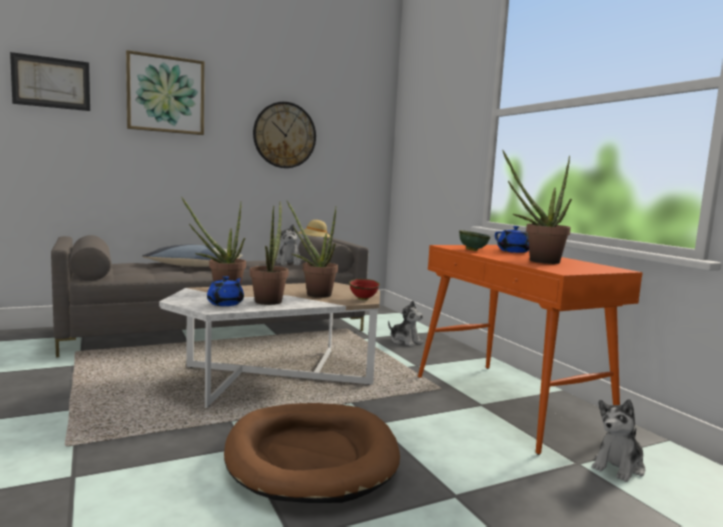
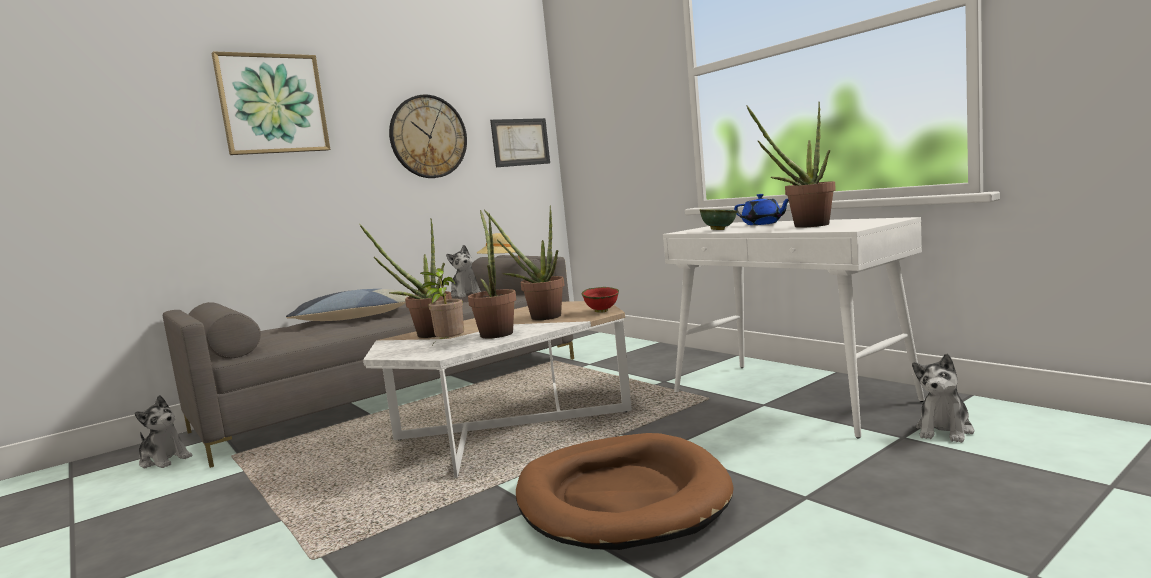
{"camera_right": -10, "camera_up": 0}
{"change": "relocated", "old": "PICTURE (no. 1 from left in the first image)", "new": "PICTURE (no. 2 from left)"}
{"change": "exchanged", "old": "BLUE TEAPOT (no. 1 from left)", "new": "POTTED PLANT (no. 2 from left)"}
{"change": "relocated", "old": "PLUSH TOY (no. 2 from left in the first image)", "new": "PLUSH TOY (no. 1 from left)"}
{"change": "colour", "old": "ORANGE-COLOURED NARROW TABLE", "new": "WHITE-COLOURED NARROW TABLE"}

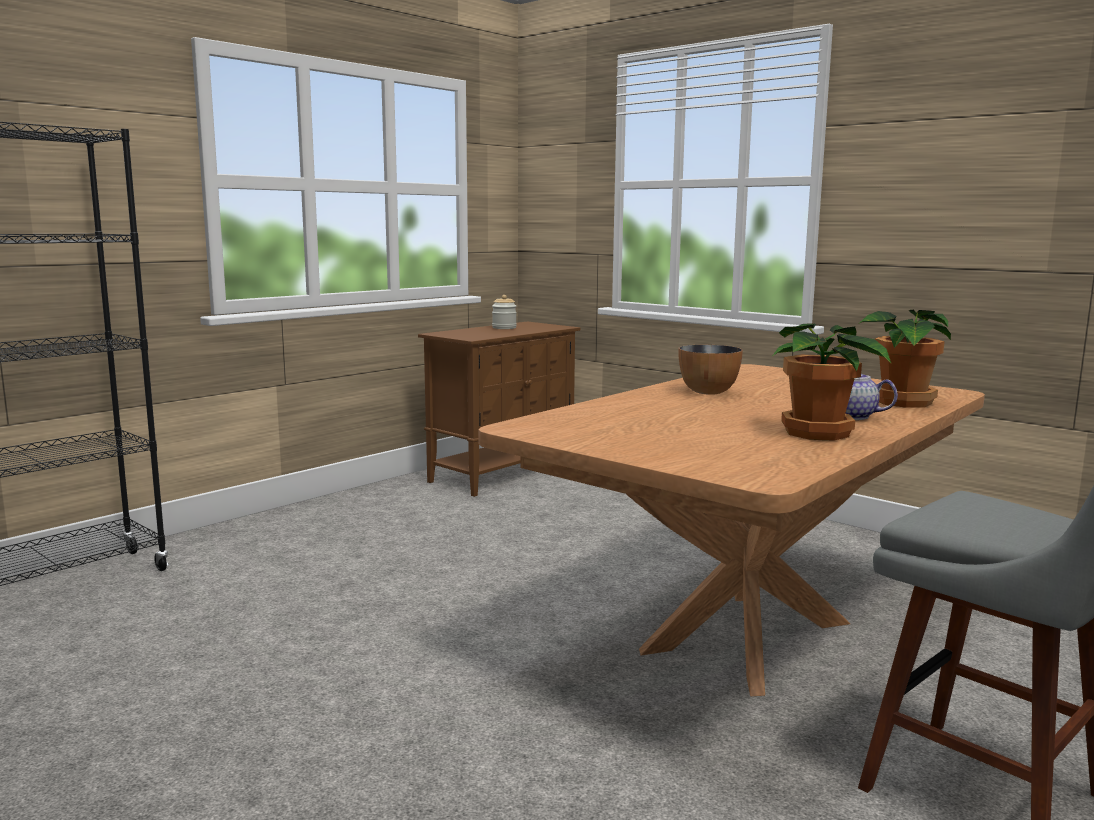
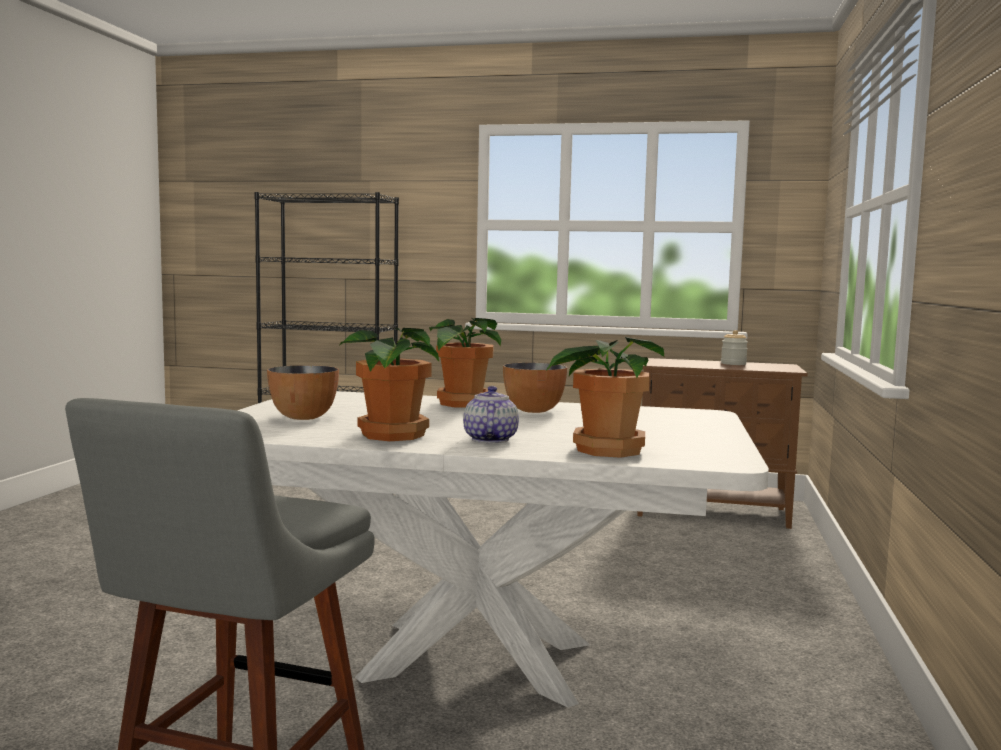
{"camera_right": 60, "camera_up": -5}
{"change": "colour", "old": "BROWNISH KITCHEN TABLE", "new": "WHITE-COLOURED KITCHEN TABLE"}
{"change": "appeared", "new": "DEEP DISH (no. 1 from left)"}
{"change": "appeared", "new": "POTTED PLANT (no. 2 from left)"}

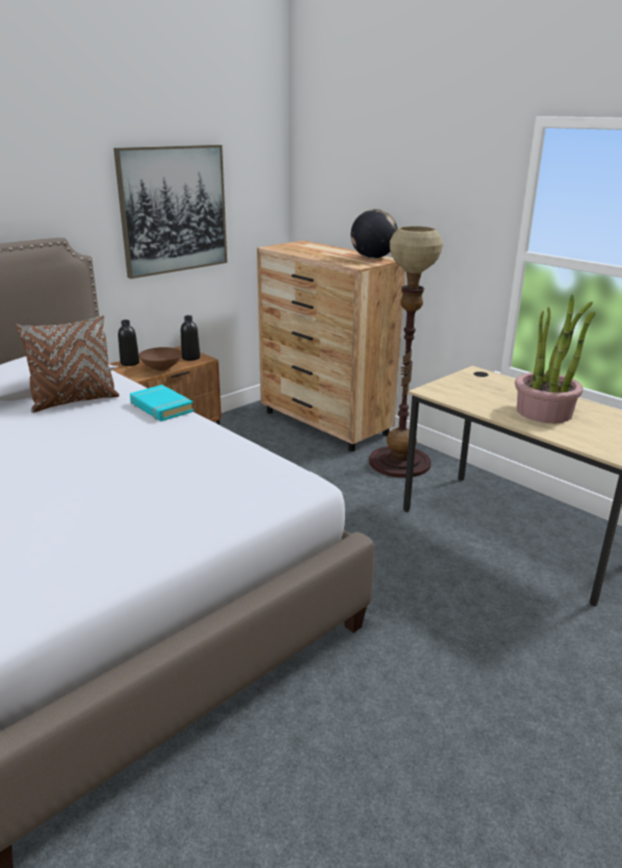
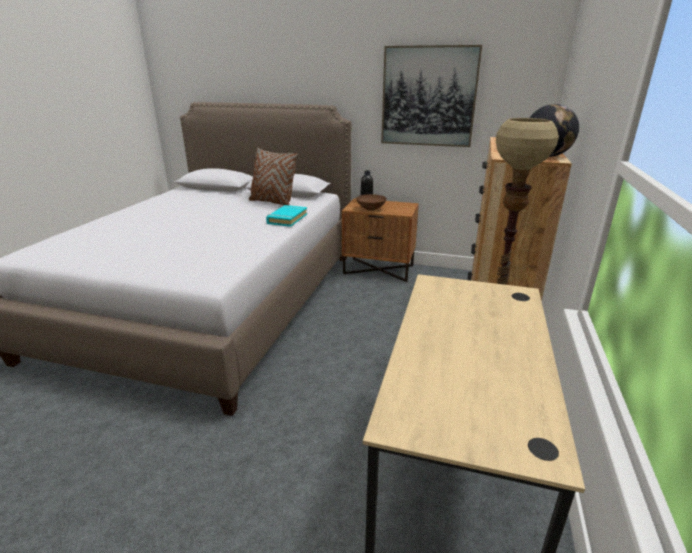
{"camera_right": 60, "camera_up": 0}
{"change": "missing", "old": "BLACK-COLOURED BEVERAGE BOTTLE (no. 2 from left)"}
{"change": "missing", "old": "POTTED PLANT"}

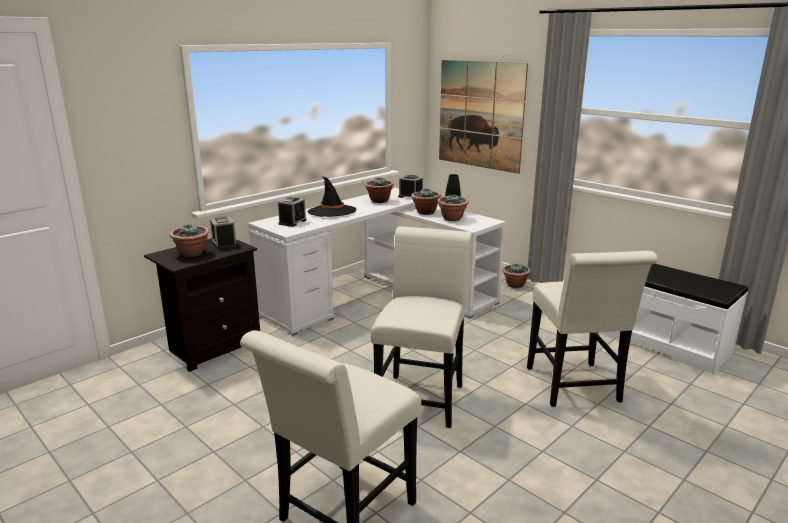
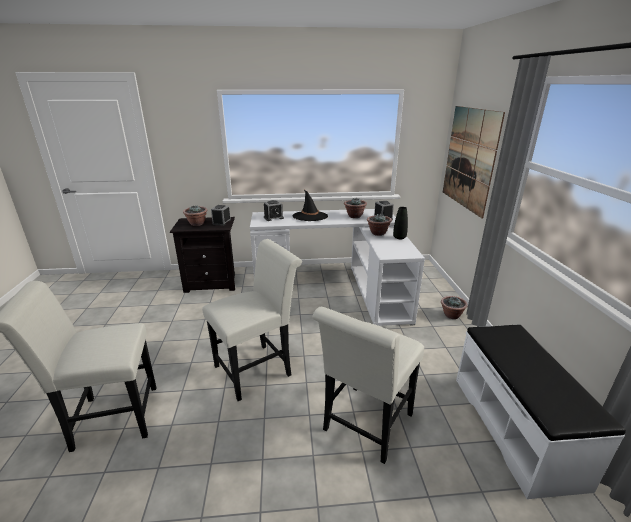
{"camera_right": 40, "camera_up": 5}
{"change": "missing", "old": "POTTED PLANT (no. 4 from left)"}

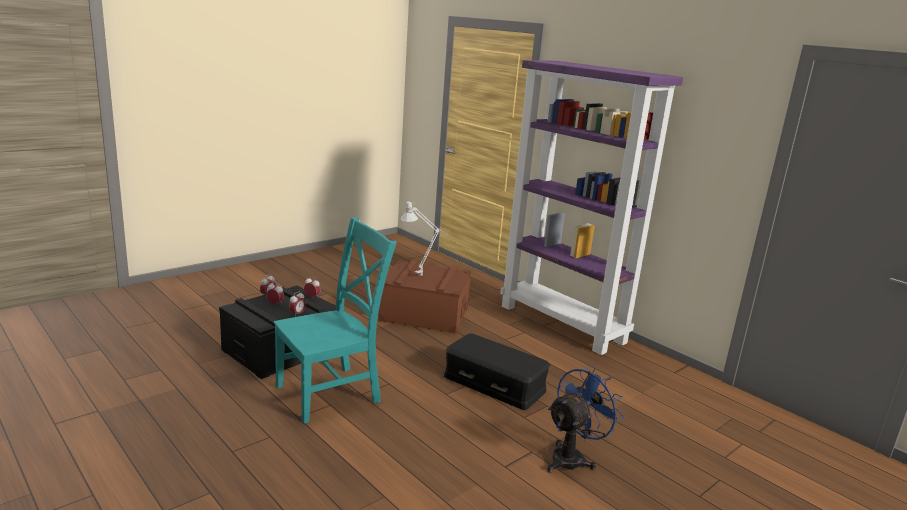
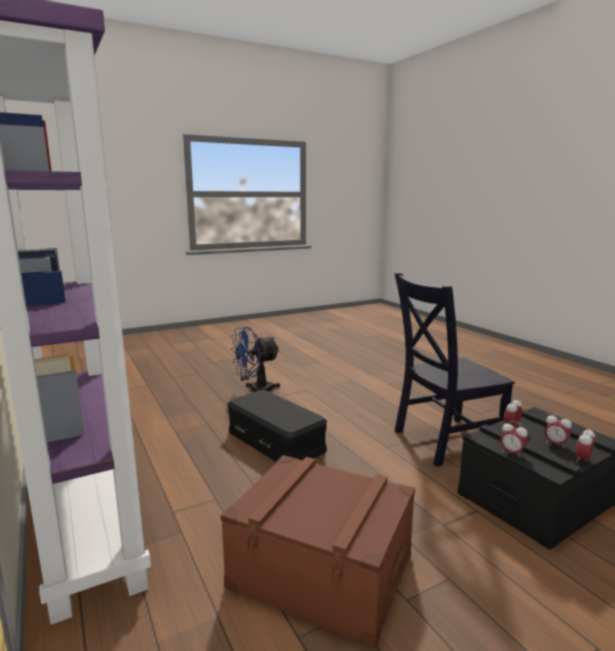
{"camera_right": -165, "camera_up": -5}
{"change": "colour", "old": "TURQUOISE PLAIN CHAIR", "new": "BLACK-COLOURED PLAIN CHAIR"}
{"change": "missing", "old": "GRAY LAMP FOR A TABLE"}

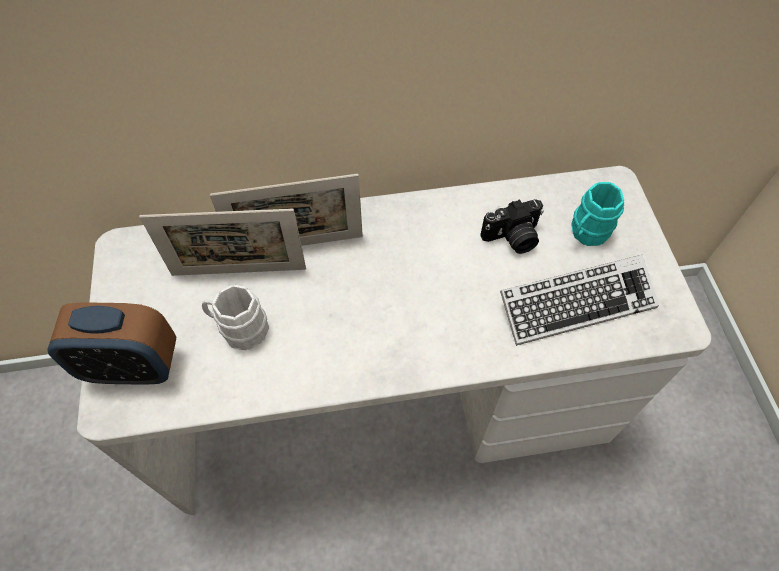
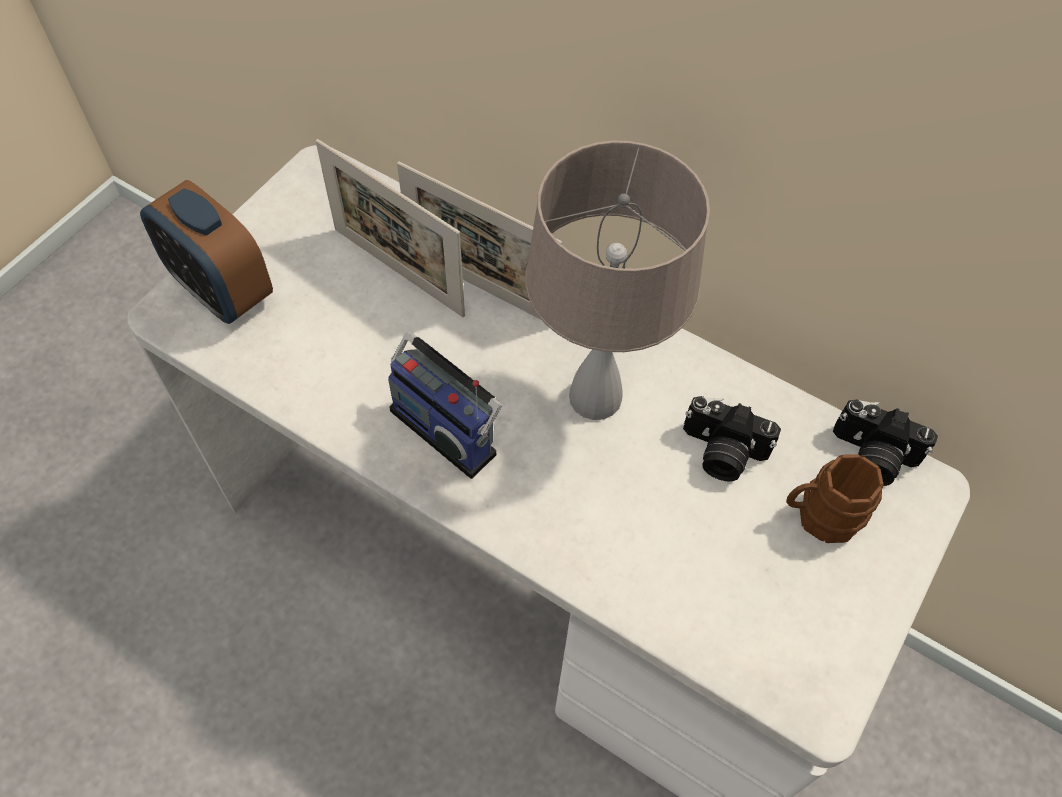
{"camera_right": 40, "camera_up": 0}
{"change": "missing", "old": "WHITE-COLOURED MUG"}
{"change": "missing", "old": "KEYBOARD"}
{"change": "colour", "old": "TURQUOISE MUG", "new": "BROWNISH MUG"}
{"change": "appeared", "new": "RADIO SET"}
{"change": "appeared", "new": "BEIGE-COLOURED LAMP FOR A TABLE"}
{"change": "appeared", "new": "STILL CAMERA (no. 2 from left)"}

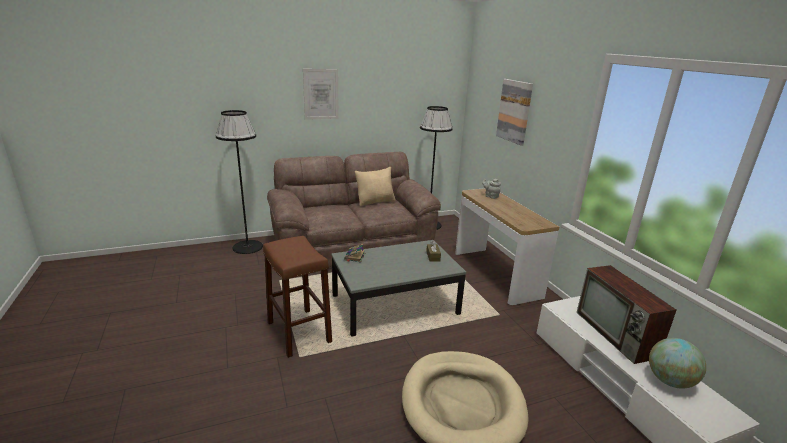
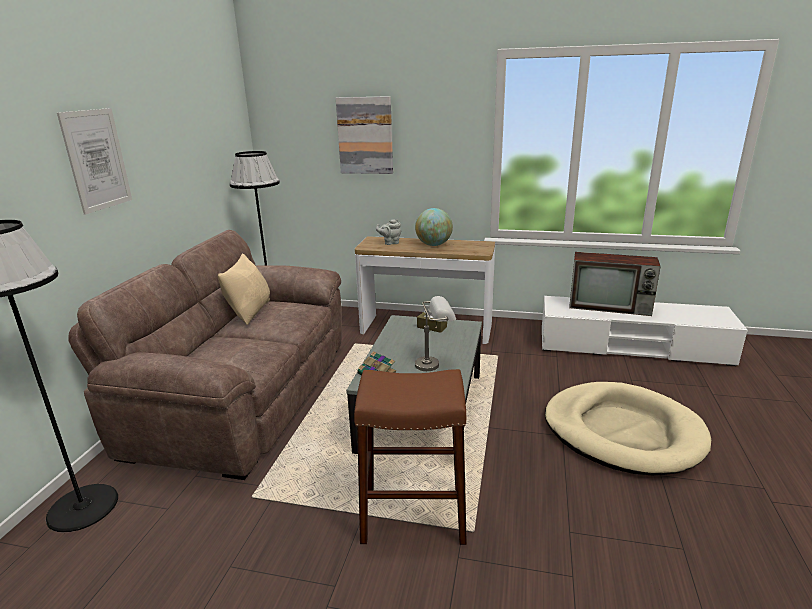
{"camera_right": -55, "camera_up": 0}
{"change": "relocated", "old": "WORLD GLOBE"}
{"change": "appeared", "new": "GRAY LAMP FOR A TABLE"}

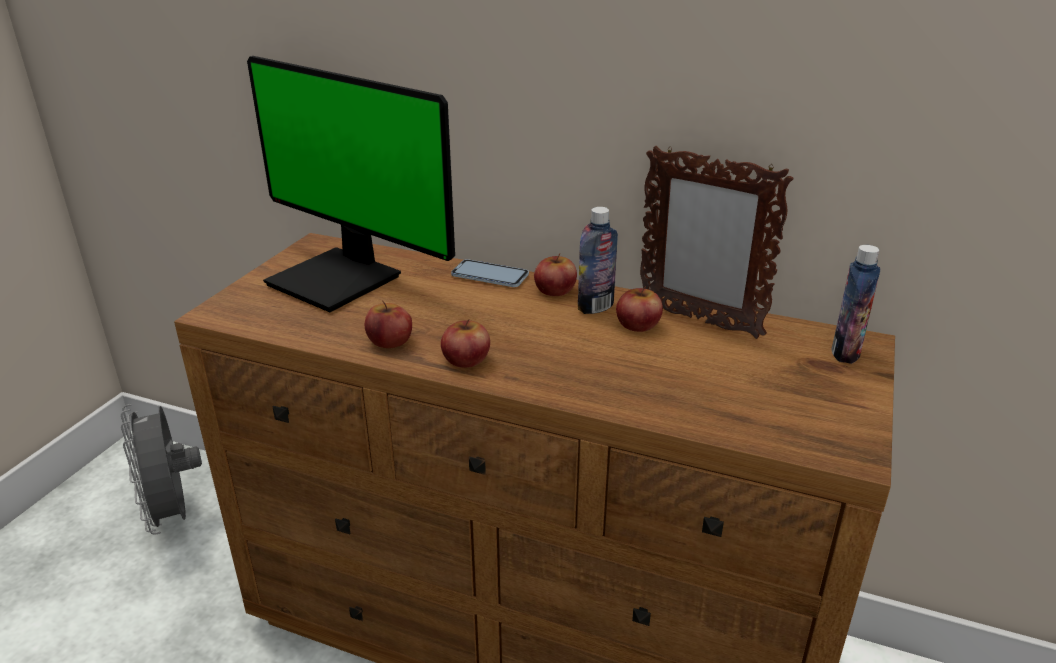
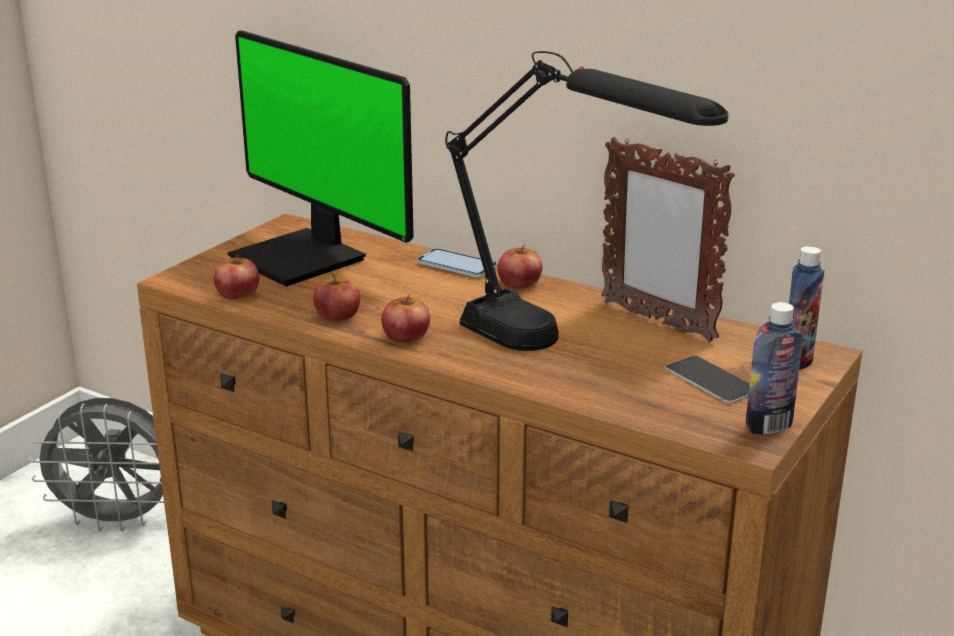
{"camera_right": 10, "camera_up": -5}
{"change": "spun", "old": "GRAY FAN", "degrees": -75}
{"change": "relocated", "old": "BEVERAGE BOTTLE (no. 1 from left)"}
{"change": "relocated", "old": "WHOLE APPLE (no. 4 from left in the first image)", "new": "WHOLE APPLE (no. 1 from left)"}
{"change": "appeared", "new": "BLACK-COLOURED LAMP FOR A TABLE"}
{"change": "appeared", "new": "HANDSET (no. 2 from left)"}

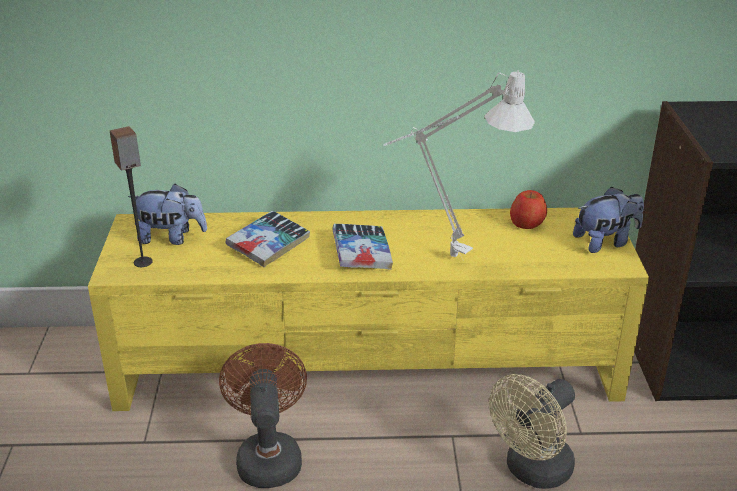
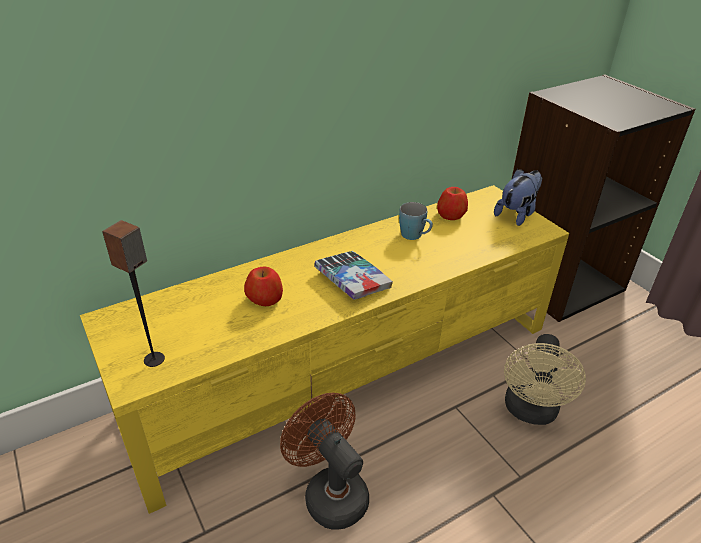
{"camera_right": -30, "camera_up": 5}
{"change": "missing", "old": "PLUSH TOY (no. 1 from left)"}
{"change": "exchanged", "old": "BOUND BOOK (no. 1 from left)", "new": "WHOLE APPLE (no. 1 from left)"}
{"change": "missing", "old": "WHITE-COLOURED LAMP FOR A TABLE"}
{"change": "appeared", "new": "BLUE MUG"}

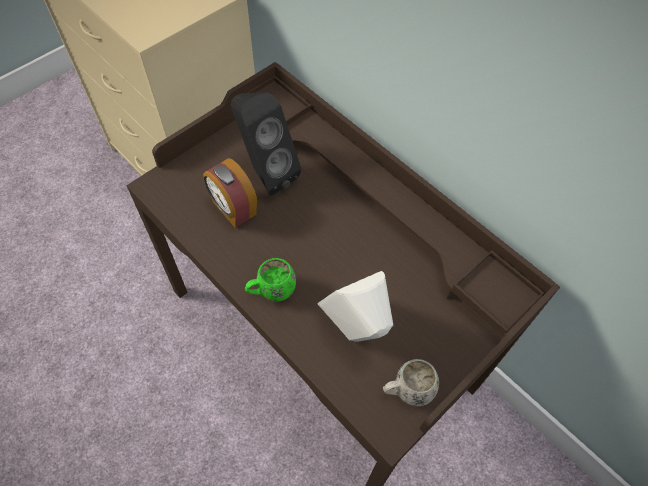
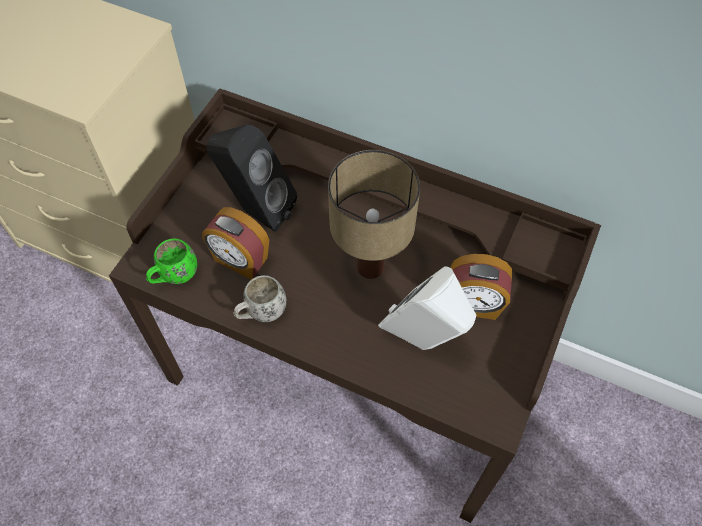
{"camera_right": -20, "camera_up": 0}
{"change": "relocated", "old": "GREENISH MUG"}
{"change": "relocated", "old": "WHITE-COLOURED MUG"}
{"change": "appeared", "new": "LAMP FOR A TABLE"}
{"change": "appeared", "new": "ALARM CLOCK (no. 2 from left)"}

